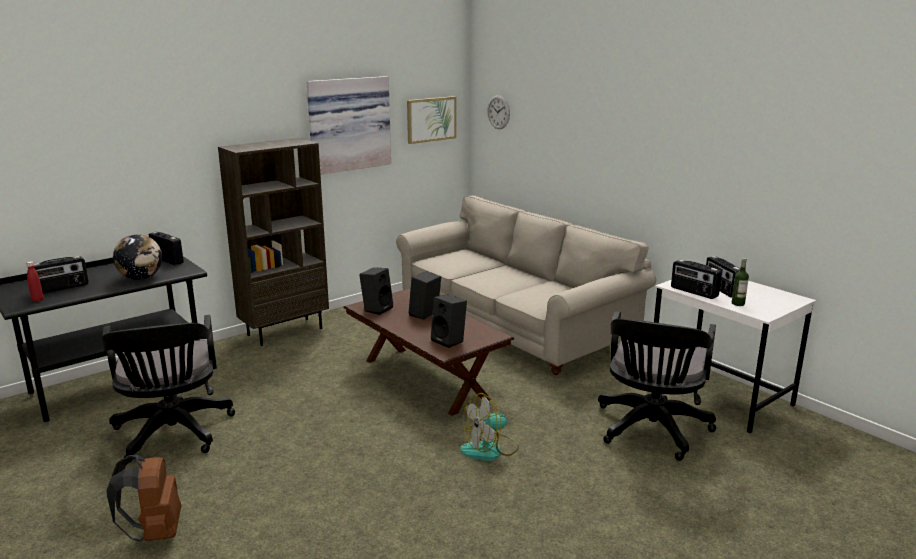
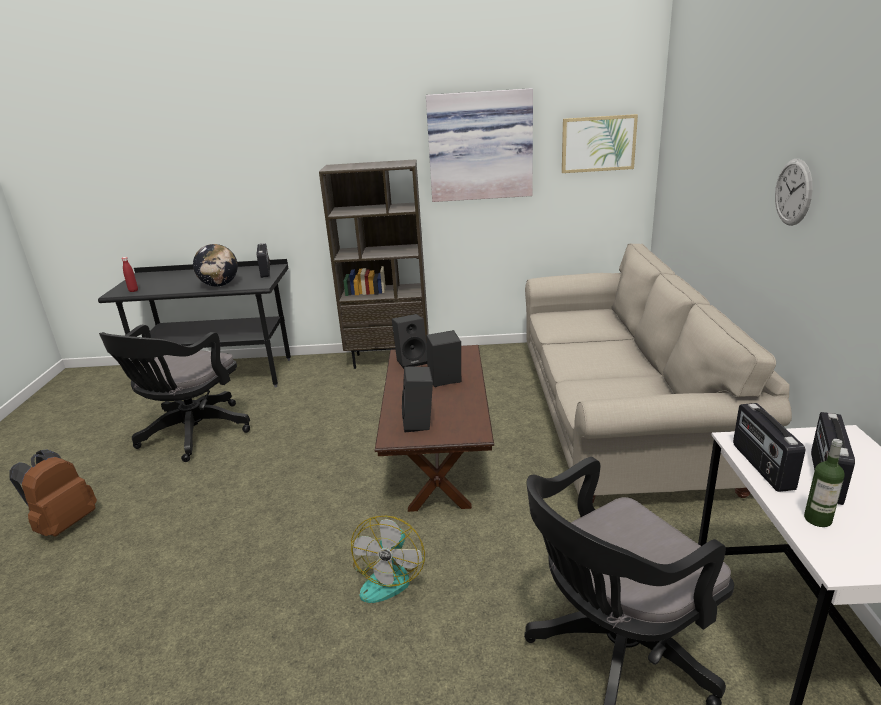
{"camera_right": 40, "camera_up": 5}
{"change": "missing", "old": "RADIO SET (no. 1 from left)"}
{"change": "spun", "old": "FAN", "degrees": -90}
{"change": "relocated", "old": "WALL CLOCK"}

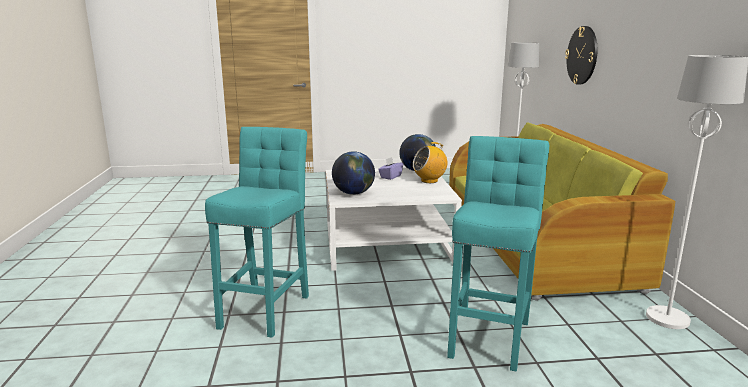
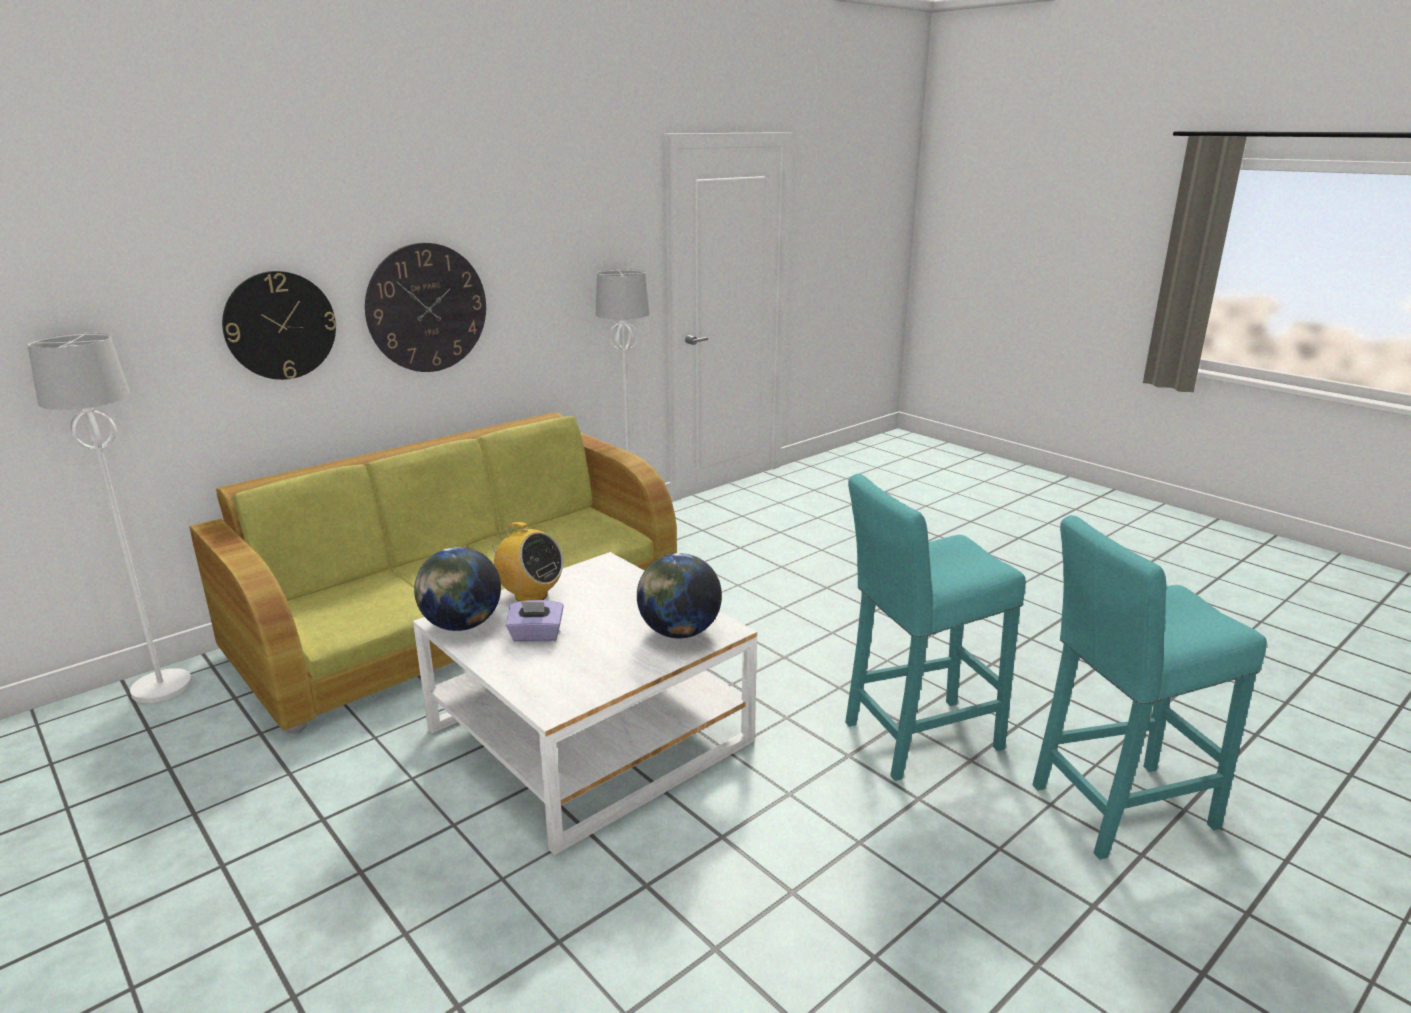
{"camera_right": -125, "camera_up": 5}
{"change": "relocated", "old": "TURQUOISE SITTING STOOL (no. 2 from left)"}
{"change": "appeared", "new": "WALL CLOCK (no. 2 from left)"}

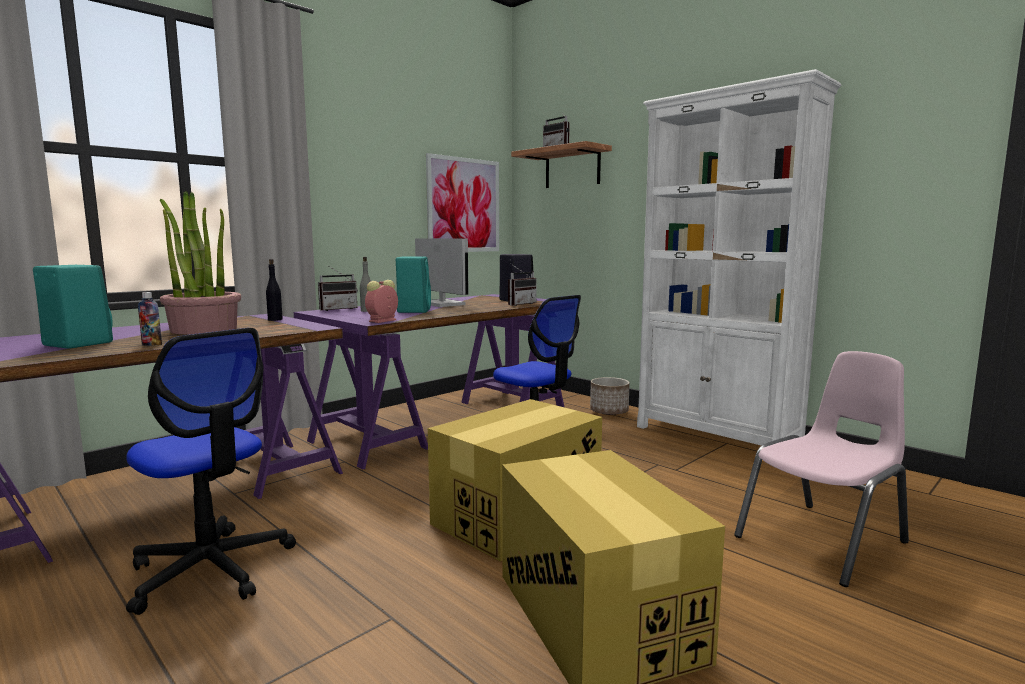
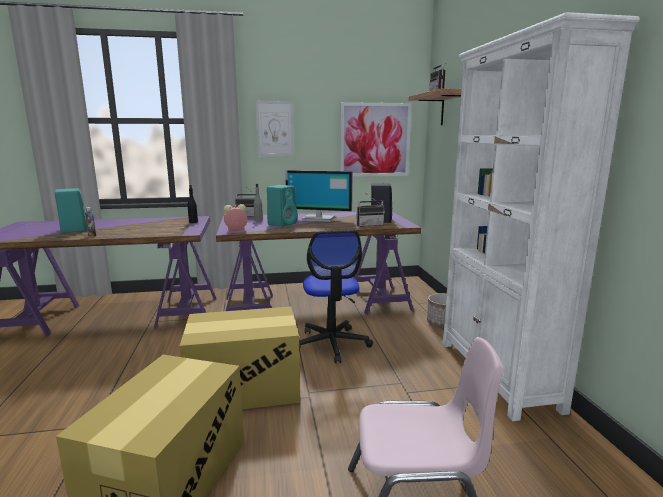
{"camera_right": 35, "camera_up": 5}
{"change": "missing", "old": "DESK CHAIR (no. 1 from left)"}
{"change": "missing", "old": "POTTED PLANT"}
{"change": "spun", "old": "COMPUTER DISPLAY", "degrees": 105}
{"change": "appeared", "new": "PICTURE (no. 1 from left)"}

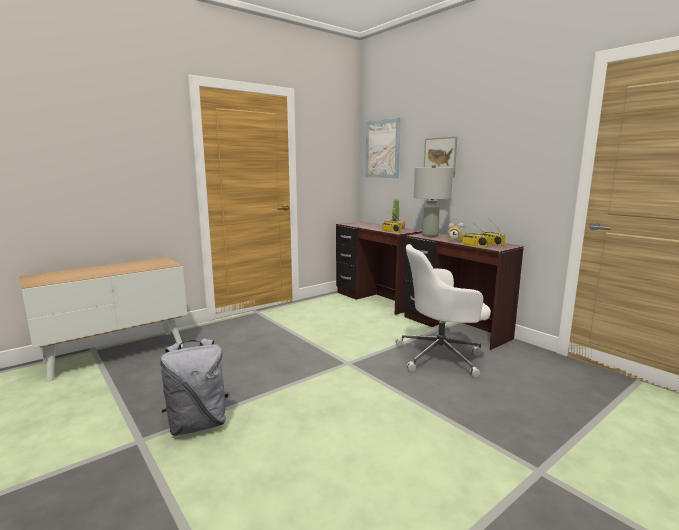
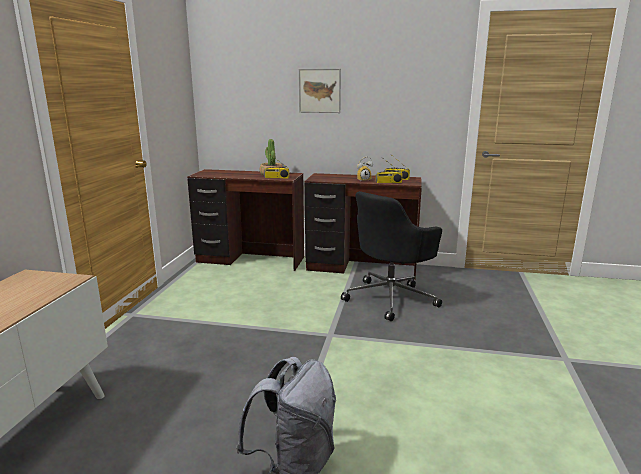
{"camera_right": -40, "camera_up": 5}
{"change": "missing", "old": "PICTURE (no. 1 from left)"}
{"change": "colour", "old": "WHITE-COLOURED DESK CHAIR", "new": "BLACK-COLOURED DESK CHAIR"}
{"change": "missing", "old": "GRAY LAMP FOR A TABLE"}

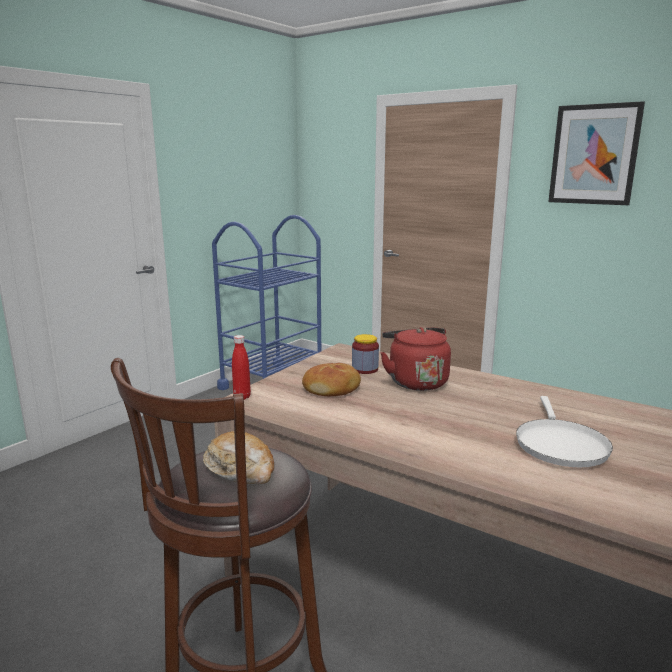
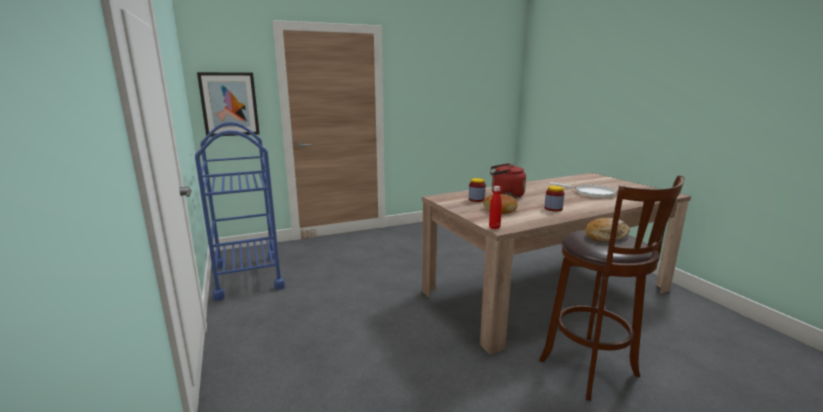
{"camera_right": -60, "camera_up": 0}
{"change": "relocated", "old": "PICTURE"}
{"change": "appeared", "new": "JAR (no. 2 from left)"}

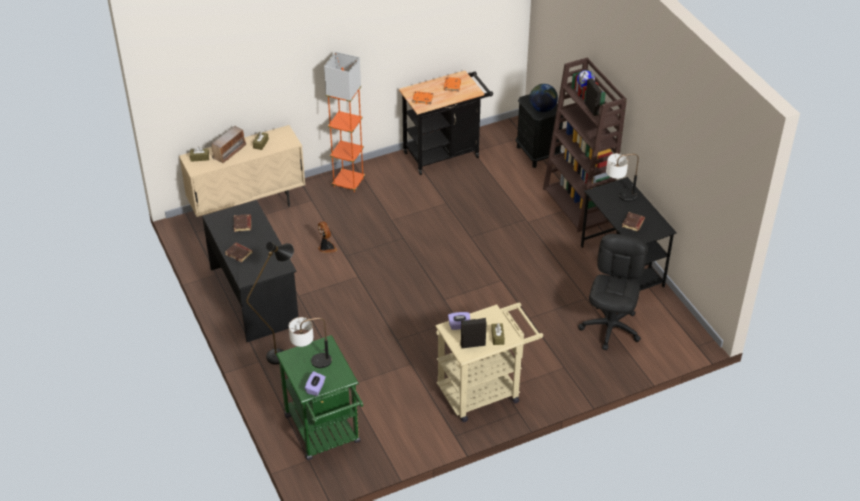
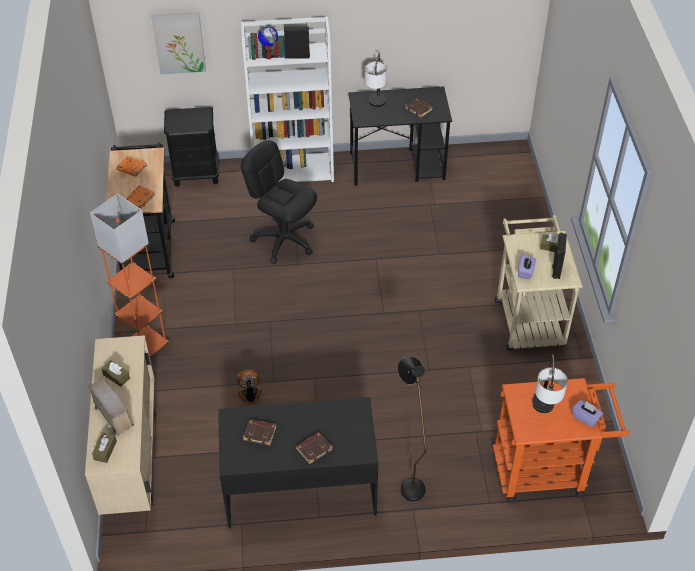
{"camera_right": -70, "camera_up": 5}
{"change": "colour", "old": "GREENISH TROLLEY", "new": "ORANGE-COLOURED TROLLEY"}
{"change": "missing", "old": "WORLD GLOBE (no. 1 from left)"}
{"change": "colour", "old": "BROWNISH BOOKCASE", "new": "WHITE-COLOURED BOOKCASE"}
{"change": "relocated", "old": "BLACK-COLOURED DESK CHAIR"}
{"change": "appeared", "new": "PICTURE"}

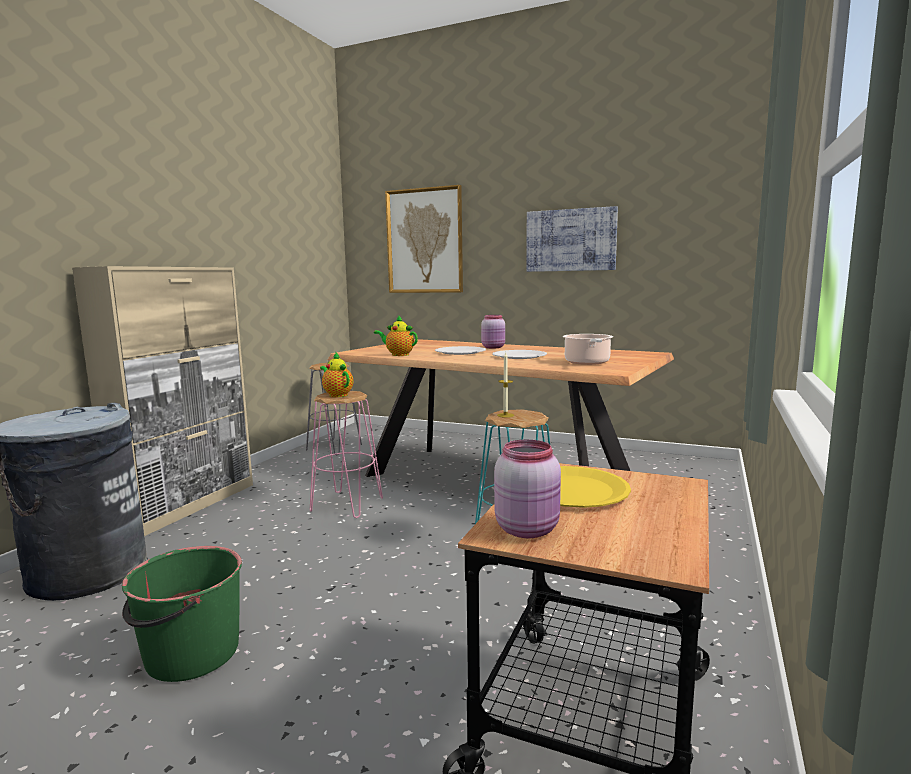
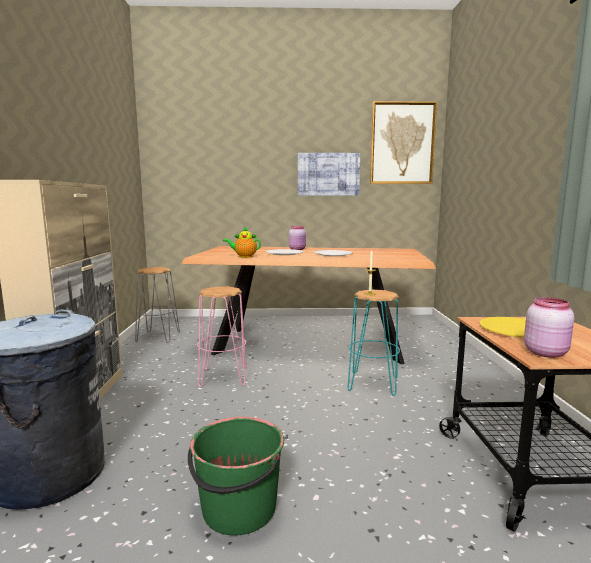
{"camera_right": -25, "camera_up": 0}
{"change": "missing", "old": "TEAPOT (no. 1 from left)"}
{"change": "relocated", "old": "PICTURE (no. 1 from left in the first image)", "new": "PICTURE (no. 2 from left)"}
{"change": "missing", "old": "SAUCEPOT"}

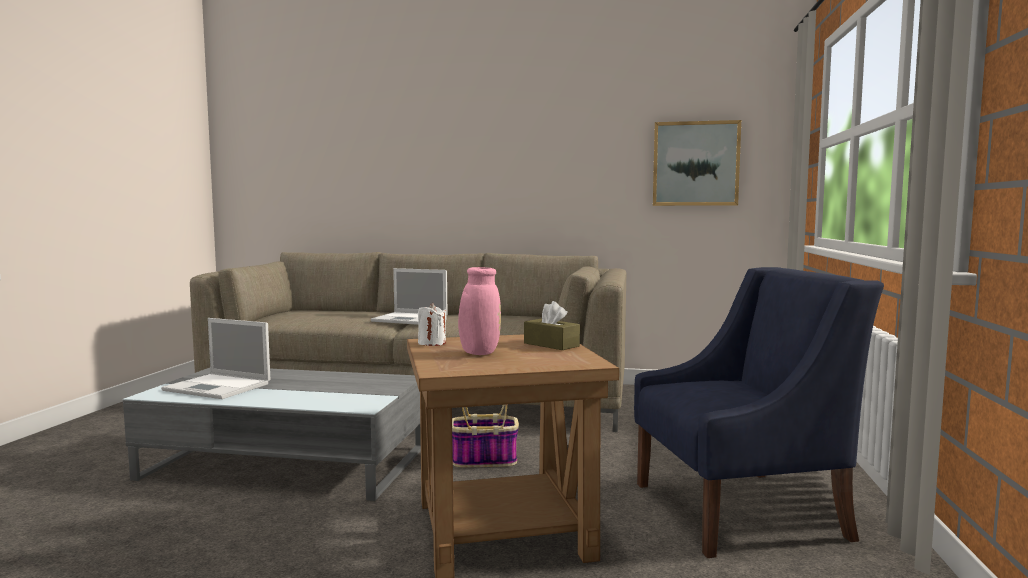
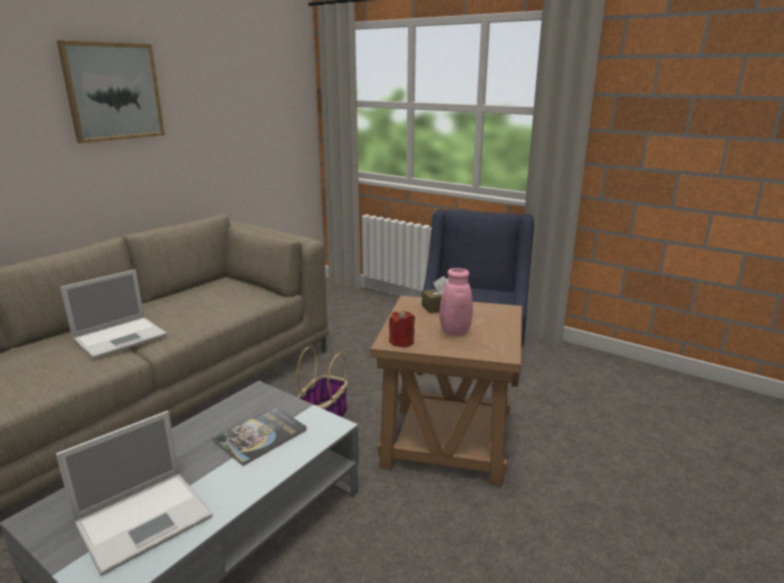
{"camera_right": -65, "camera_up": 15}
{"change": "colour", "old": "WHITE-COLOURED WAX CANDLE", "new": "RED WAX CANDLE"}
{"change": "relocated", "old": "PICTURE"}
{"change": "appeared", "new": "BOUND BOOK"}

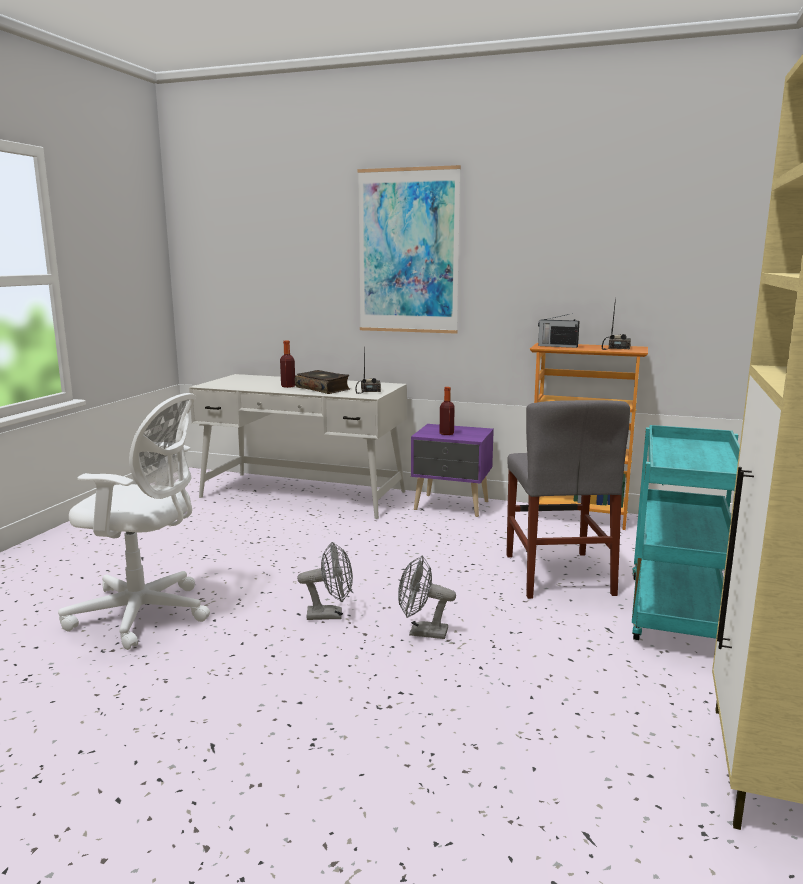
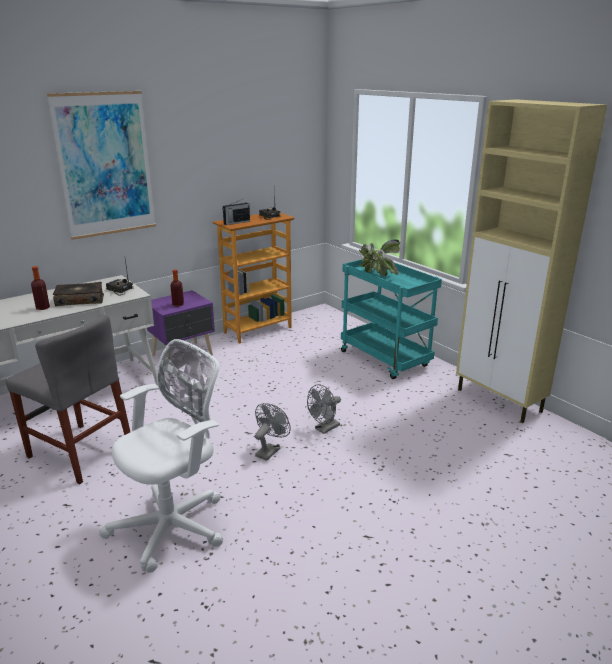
{"camera_right": -55, "camera_up": 10}
{"change": "relocated", "old": "GRAY PLAIN CHAIR"}
{"change": "appeared", "new": "POTTED PLANT"}

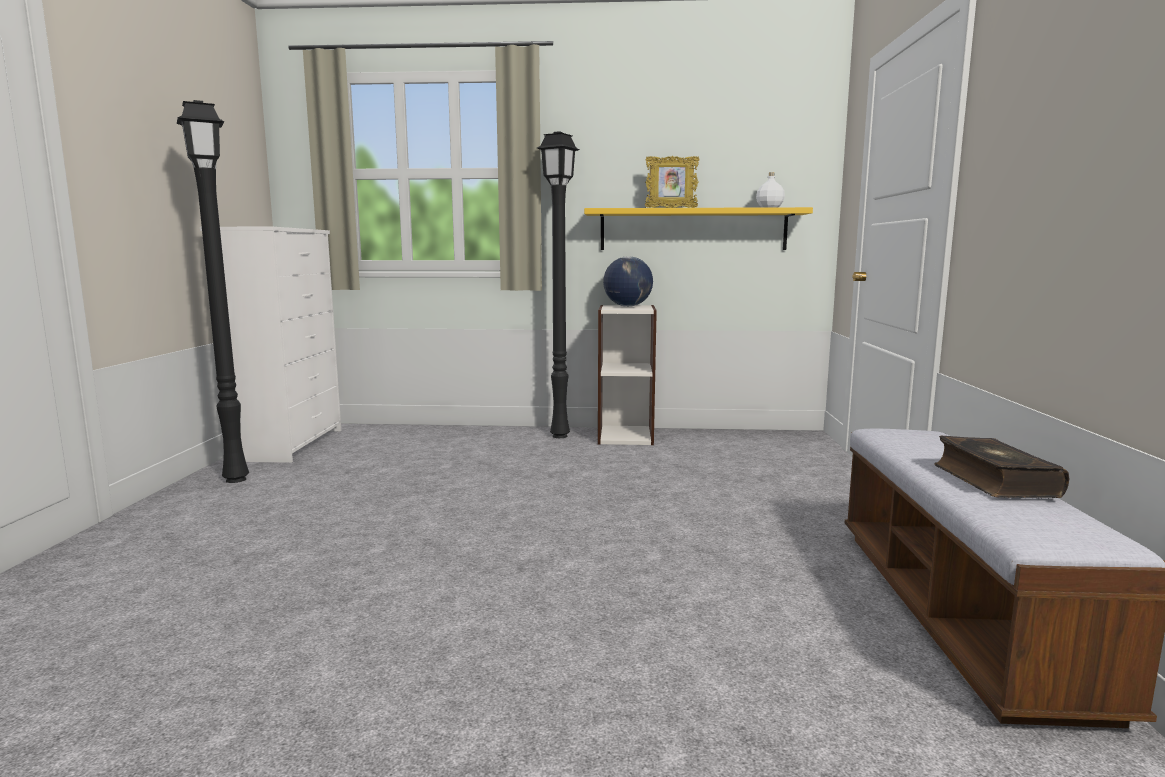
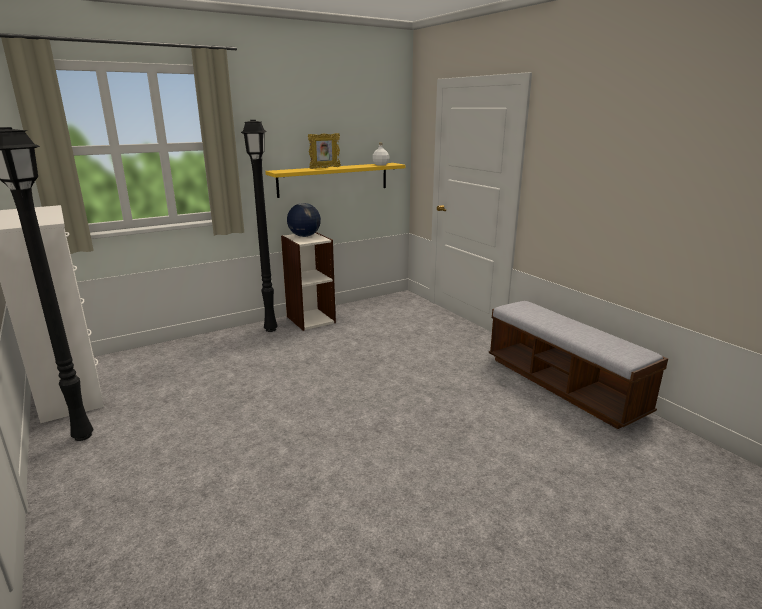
{"camera_right": -35, "camera_up": 10}
{"change": "missing", "old": "BOUND BOOK"}

